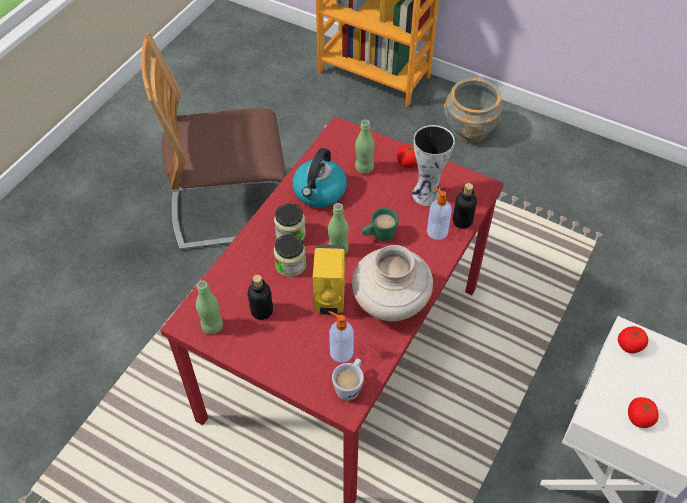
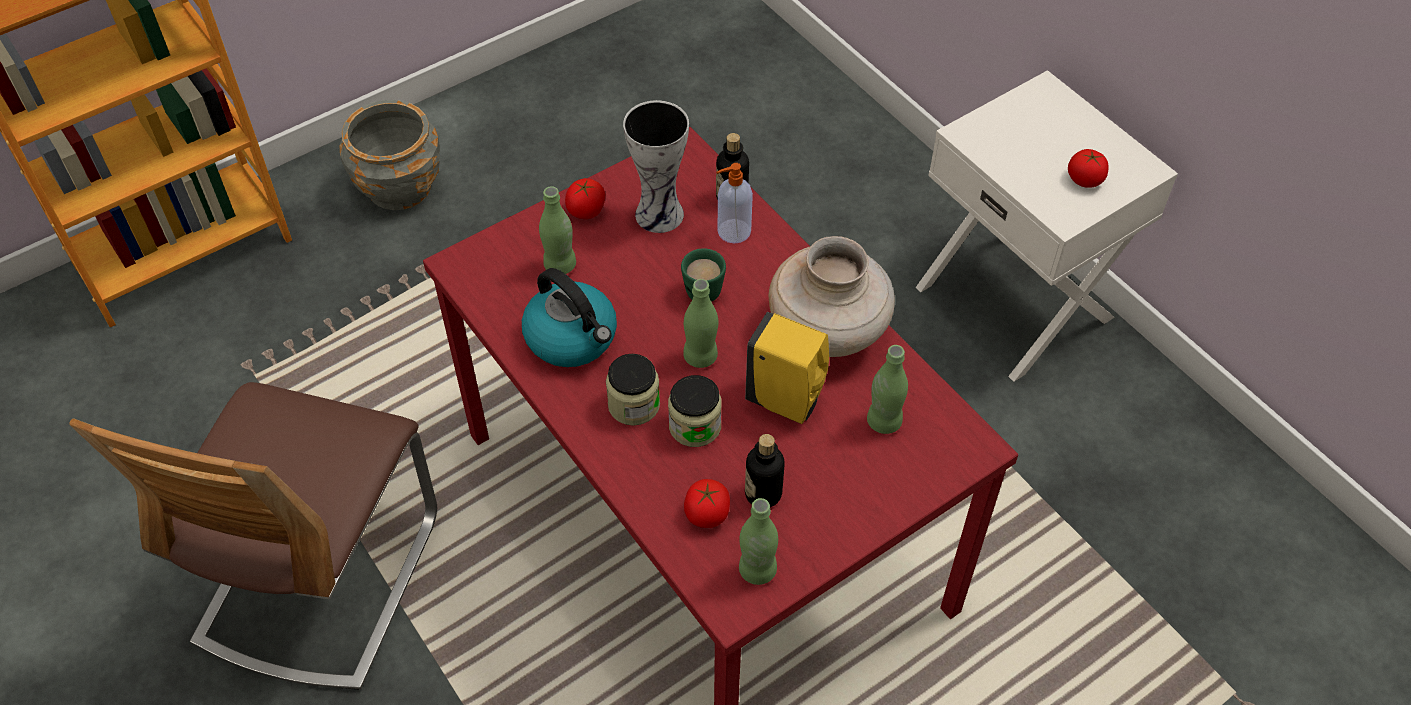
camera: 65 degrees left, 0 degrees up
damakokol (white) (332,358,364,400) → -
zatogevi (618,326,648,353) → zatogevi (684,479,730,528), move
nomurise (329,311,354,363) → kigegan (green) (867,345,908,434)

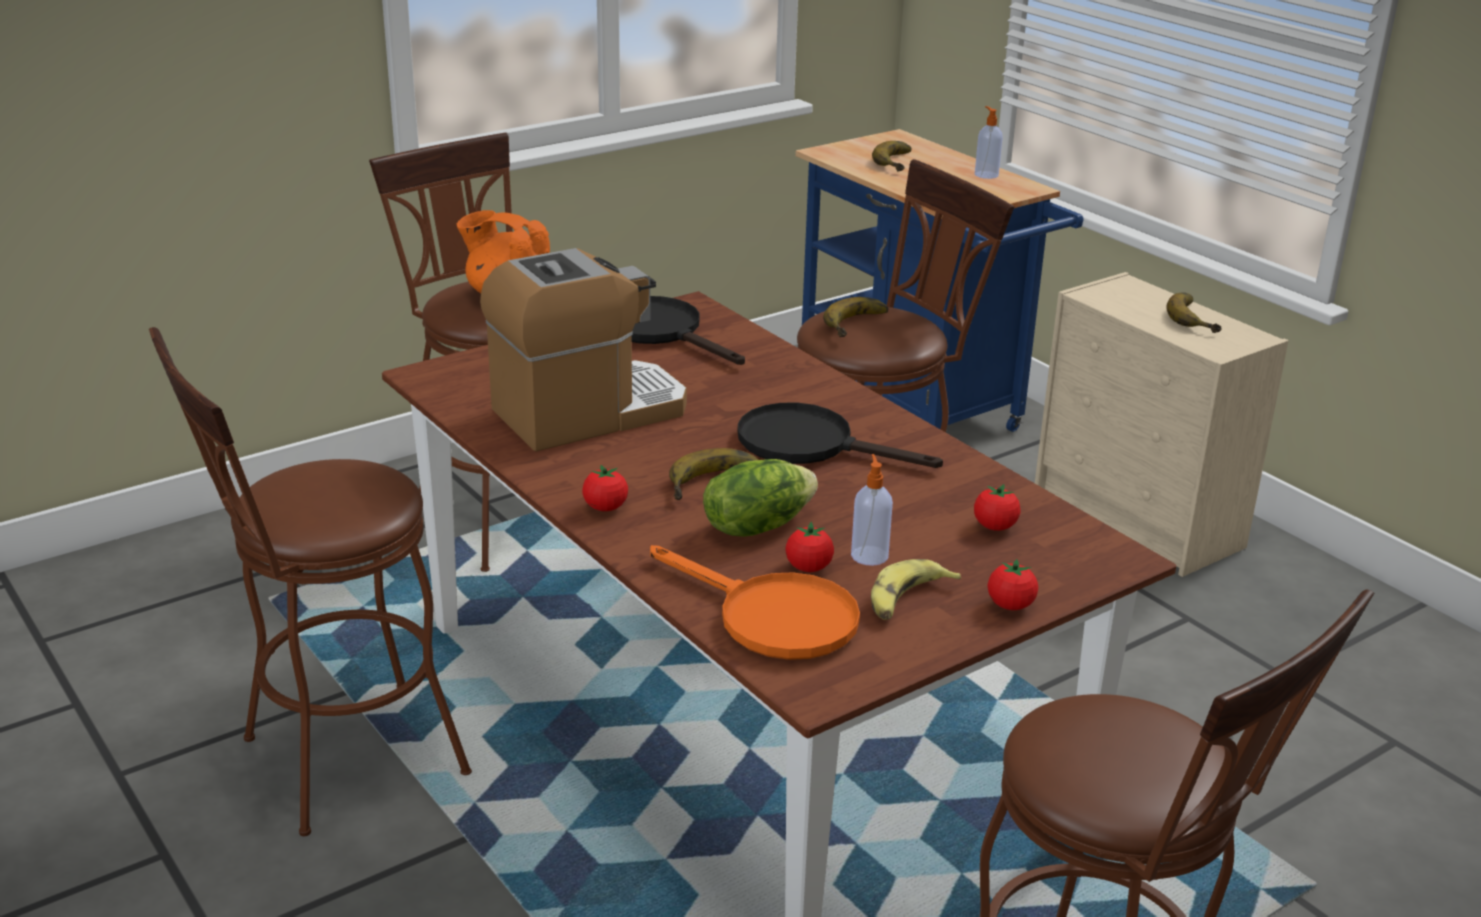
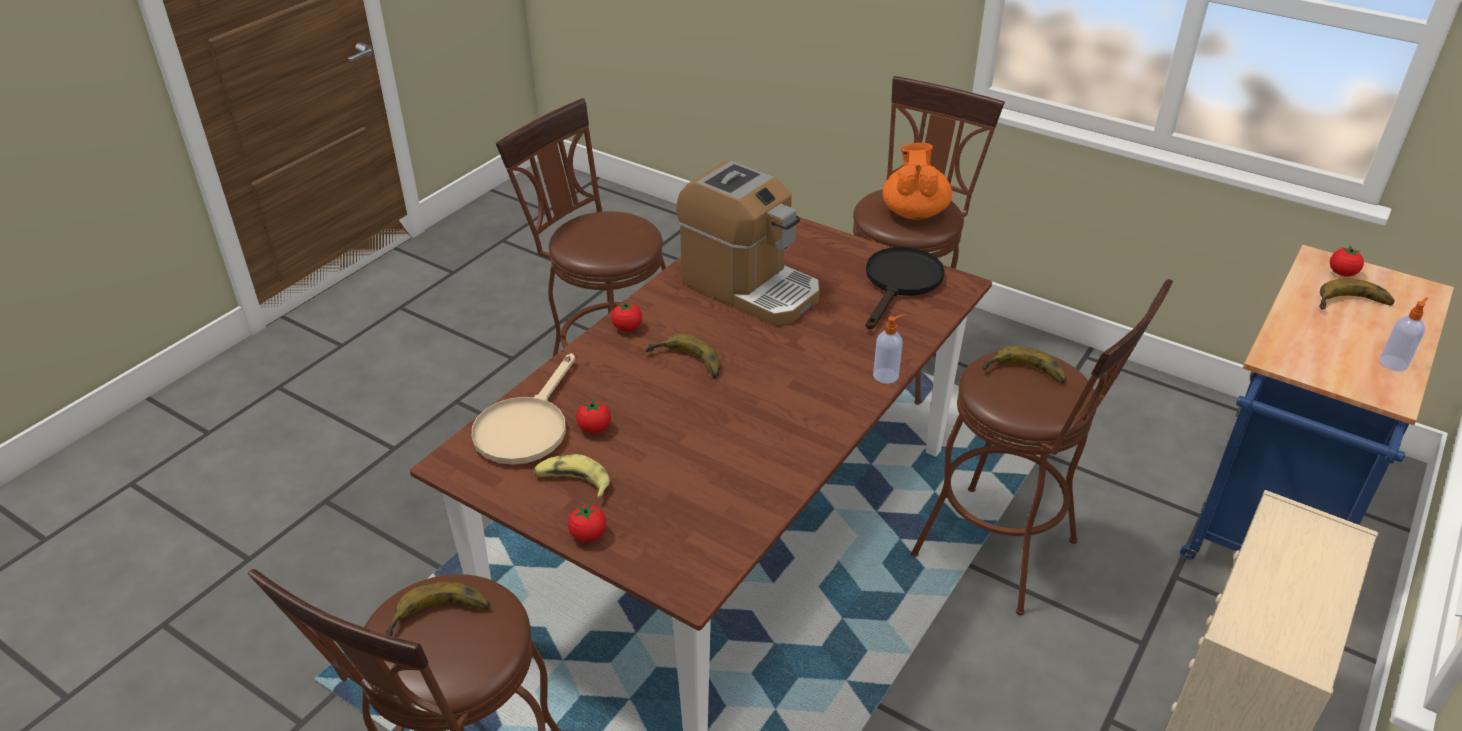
camera: 70 degrees right, 10 degrees up
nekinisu (703,459,818,537) → -
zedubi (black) (738,403,943,468) → -
nomurise (851,454,893,566) → nomurise (873,315,906,384), move
zatogevi (974,484,1020,531) → zatogevi (1330,245,1364,277), move
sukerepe (1166,292,1222,333) → sukerepe (385,581,490,636), move
zedubi (orange) (650,545,860,660) → zedubi (beige) (472,353,575,465)

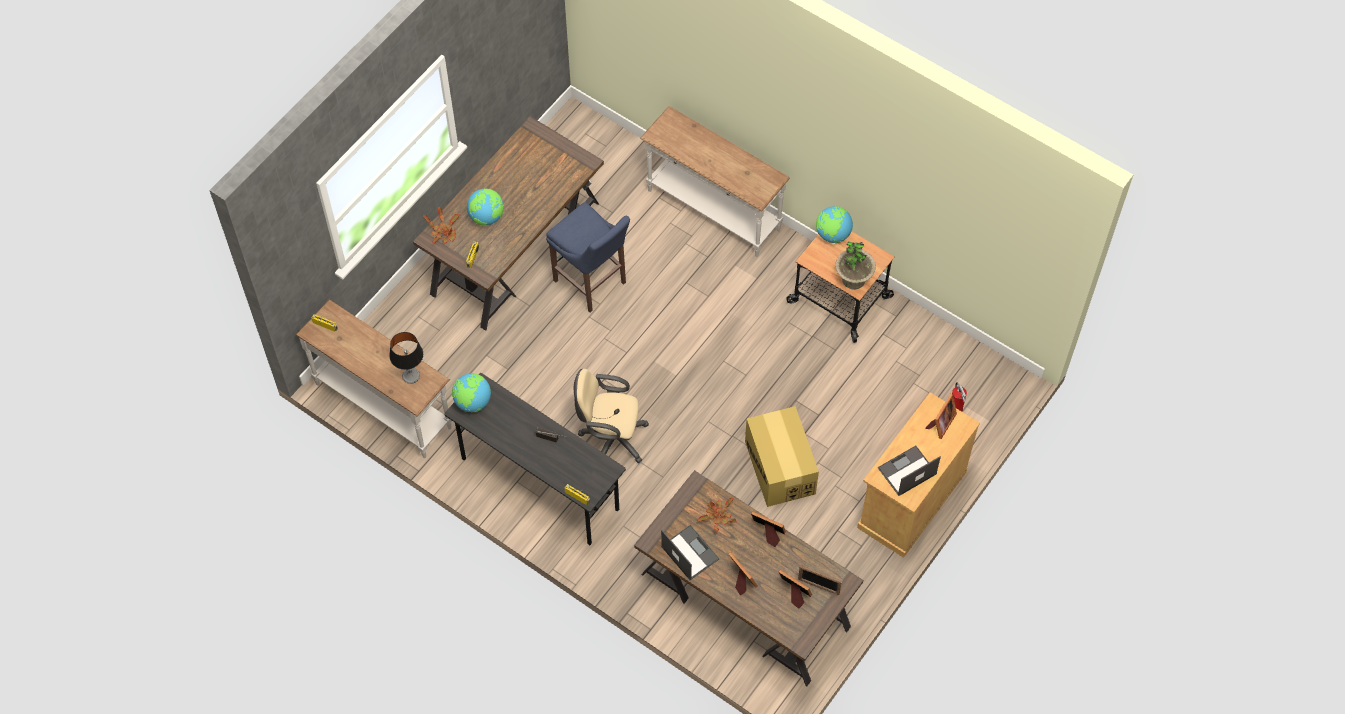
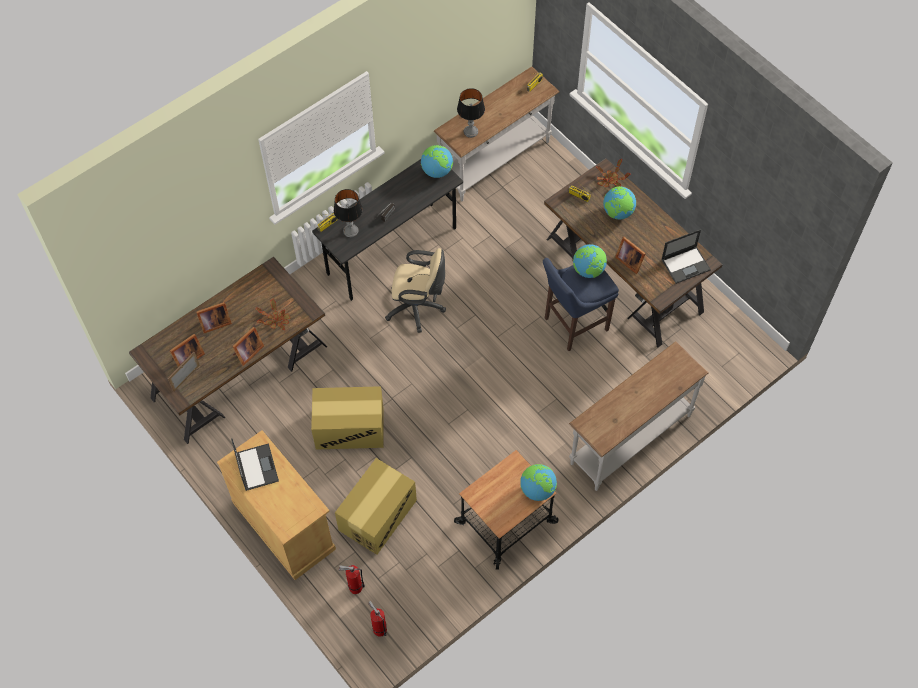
camera: 105 degrees right, 0 degrees up
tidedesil (835,241,876,289) → -
- → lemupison (334,189,363,237)
- → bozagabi (335,458,417,555)
- → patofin (368,601,387,637)
- → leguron (573,244,607,278)
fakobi (661,525,719,580) → fakobi (661,229,711,284), move
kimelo (925,394,957,439) → kimelo (615,237,646,274), move
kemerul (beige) (574,369,649,463) → kemerul (beige) (385,248,446,333), 75 degrees clockwise

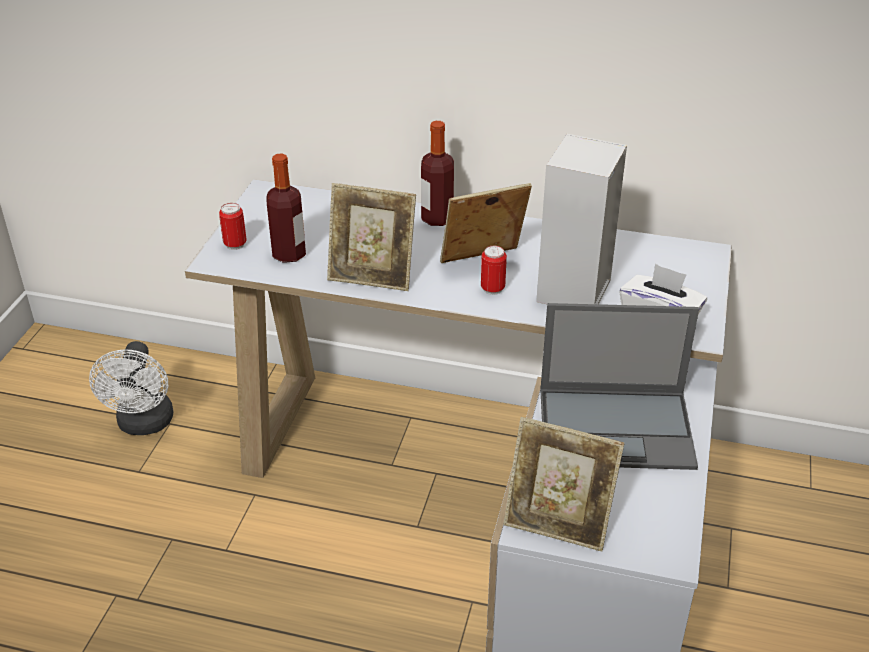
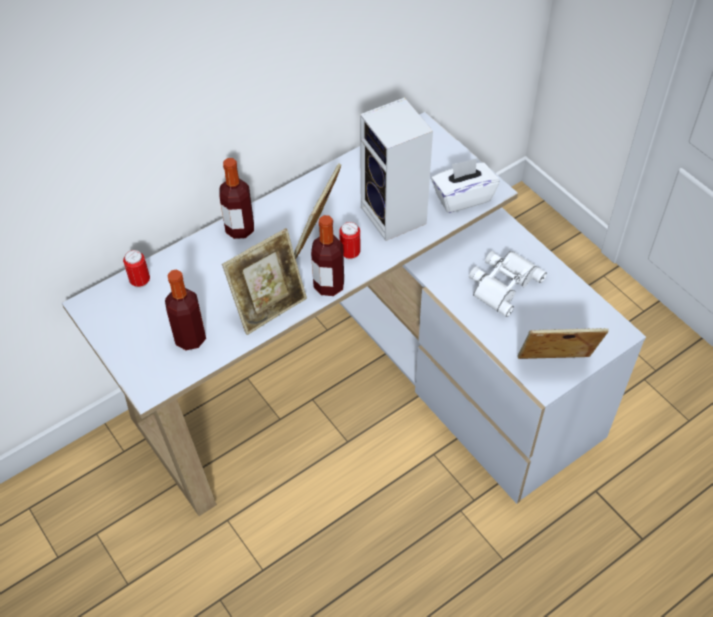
camera: 50 degrees left, 15 degrees up
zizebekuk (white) (89,341,173,435) → -
- → kigegan (311,215,344,296)
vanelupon (219,203,247,250) → vanelupon (123,250,150,288), move
fakobi (540,303,699,470) → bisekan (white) (469,251,547,317)
kimelo (503,417,624,551) → kimelo (517,328,609,359), 150 degrees counterclockwise

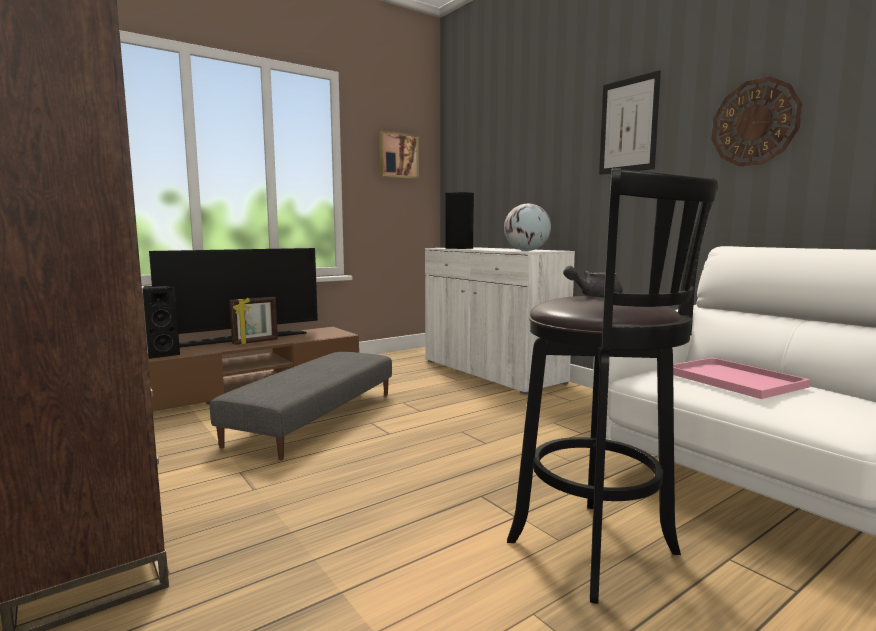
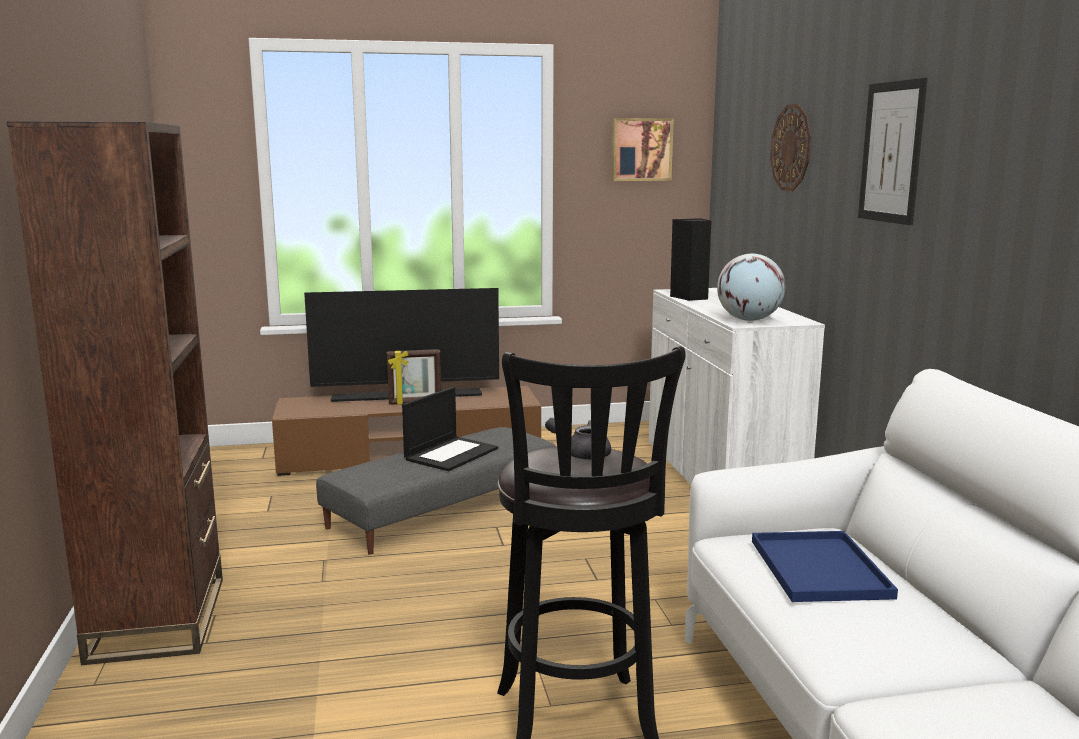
camera: 25 degrees right, 5 degrees up
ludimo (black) (143,285,180,359) → -
- → fakobi (402,387,498,471)
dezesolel (711,76,802,166) → dezesolel (770,104,811,191), move
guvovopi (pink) (673,358,810,399) → guvovopi (blue) (752,531,898,602)

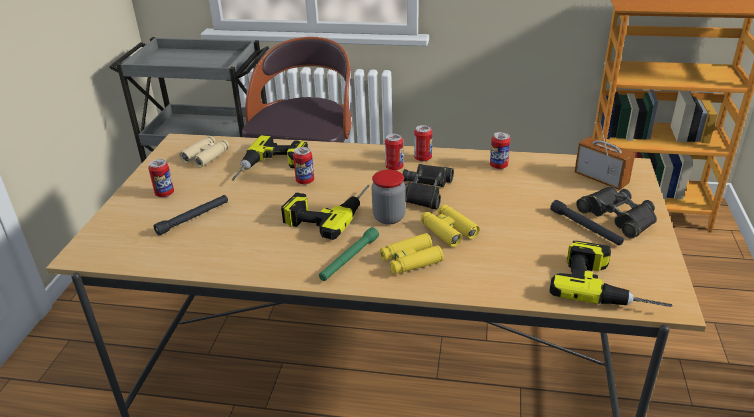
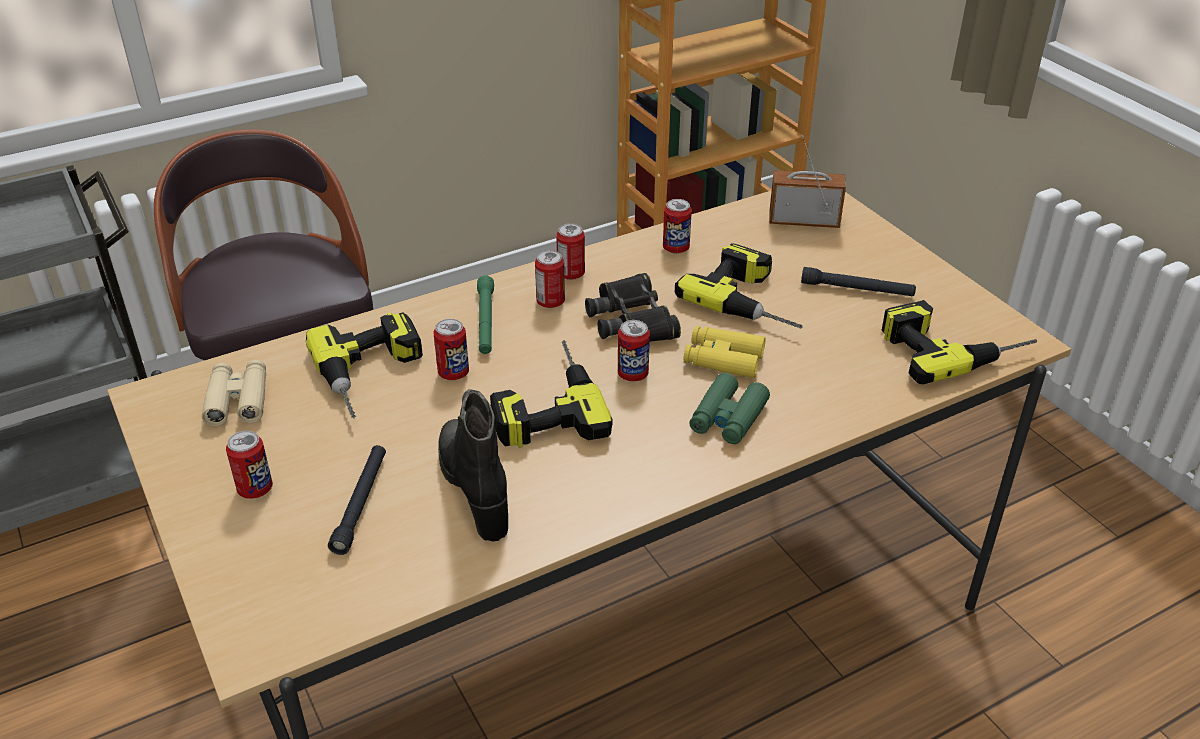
camera: 40 degrees left, 5 degrees up
bisekan (black) (576,187,657,239) → -
- → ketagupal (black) (438,389,508,541)
- → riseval (675,243,802,329)
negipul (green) (319,227,379,281) → negipul (green) (477,276,494,354), move
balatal (371,170,406,225) → vanelupon (618,320,650,382)
bisekan (yellow) (380,233,444,274) → bisekan (green) (689,373,770,444)

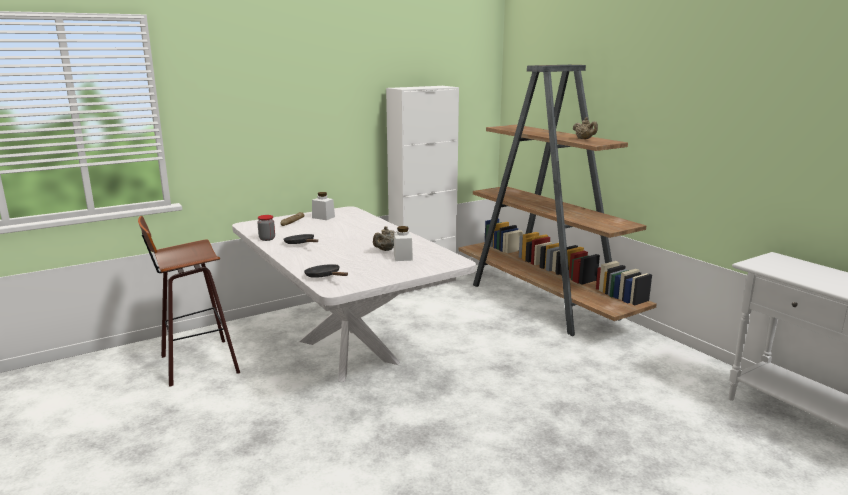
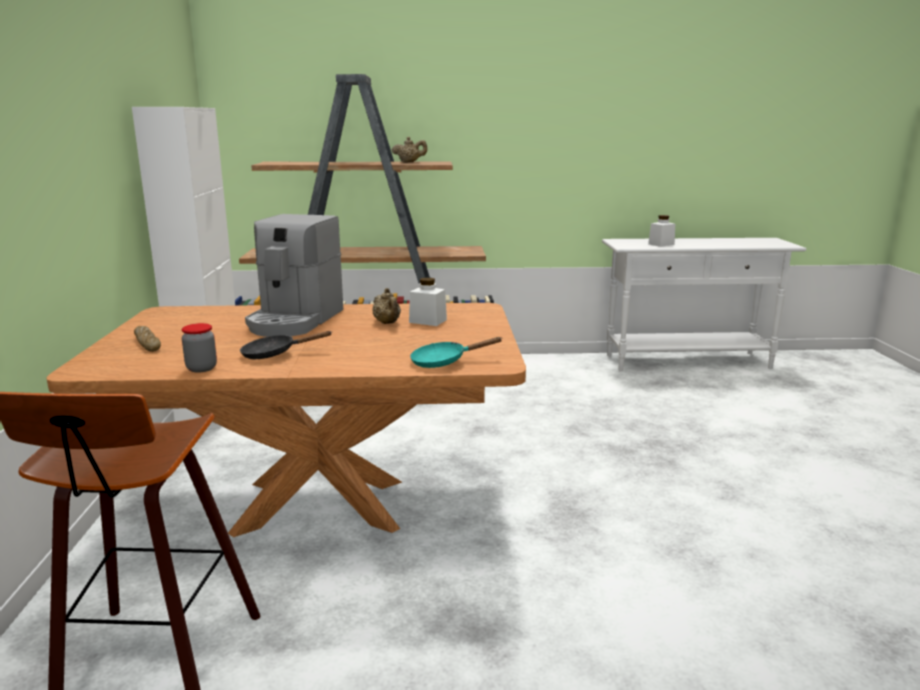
camera: 60 degrees left, 0 degrees up
- → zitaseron (245,214,343,337)
balatal (white) (312,192,335,220) → balatal (white) (648,215,675,247), move
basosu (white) (232,206,476,382) → basosu (brown) (46,303,526,537)
zedubi (black) (304,264,348,278) → zedubi (turquoise) (410,337,503,368)

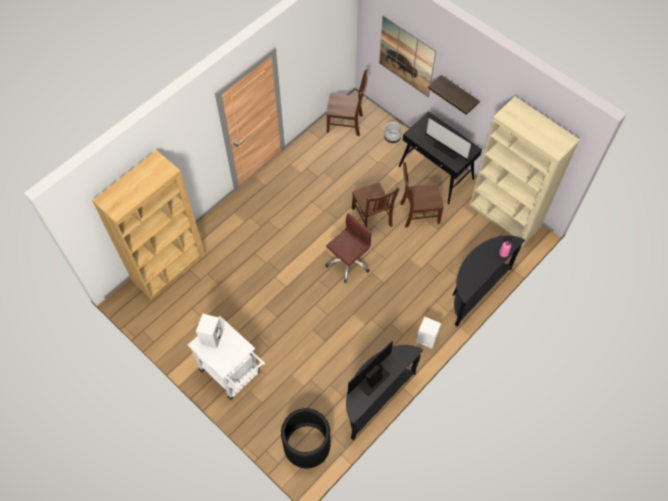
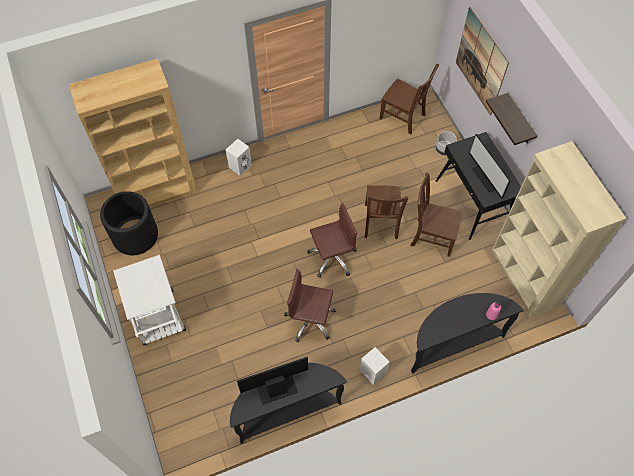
camera: 25 degrees right, 0 degrees up
- → kemerul (brown) (284,269,336,342)
ludimo (white) (196,314,223,348) → ludimo (white) (226,139,252,176), move
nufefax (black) (281,408,330,469) → nufefax (black) (100,191,158,255), move

